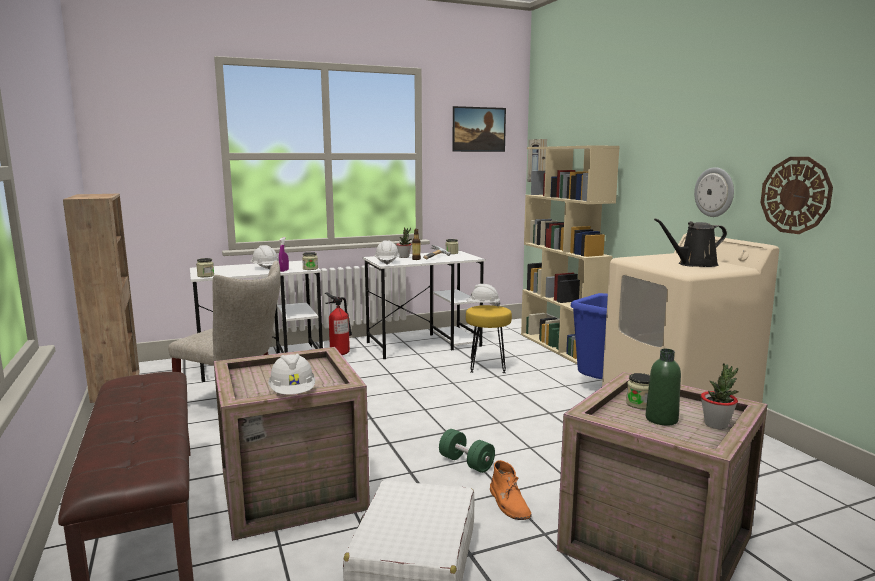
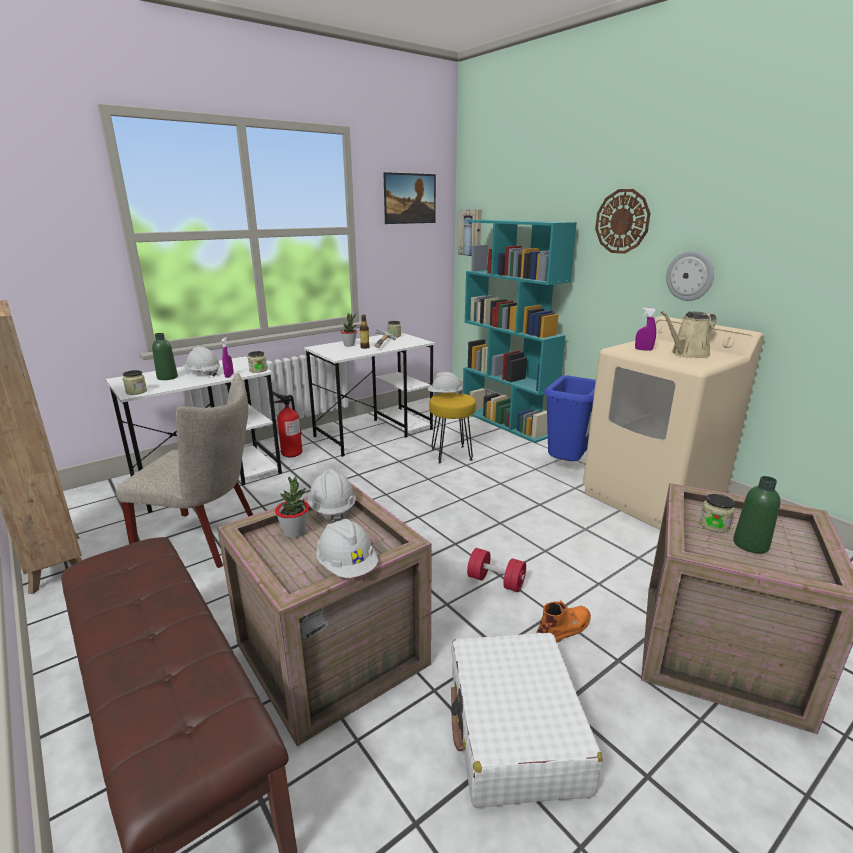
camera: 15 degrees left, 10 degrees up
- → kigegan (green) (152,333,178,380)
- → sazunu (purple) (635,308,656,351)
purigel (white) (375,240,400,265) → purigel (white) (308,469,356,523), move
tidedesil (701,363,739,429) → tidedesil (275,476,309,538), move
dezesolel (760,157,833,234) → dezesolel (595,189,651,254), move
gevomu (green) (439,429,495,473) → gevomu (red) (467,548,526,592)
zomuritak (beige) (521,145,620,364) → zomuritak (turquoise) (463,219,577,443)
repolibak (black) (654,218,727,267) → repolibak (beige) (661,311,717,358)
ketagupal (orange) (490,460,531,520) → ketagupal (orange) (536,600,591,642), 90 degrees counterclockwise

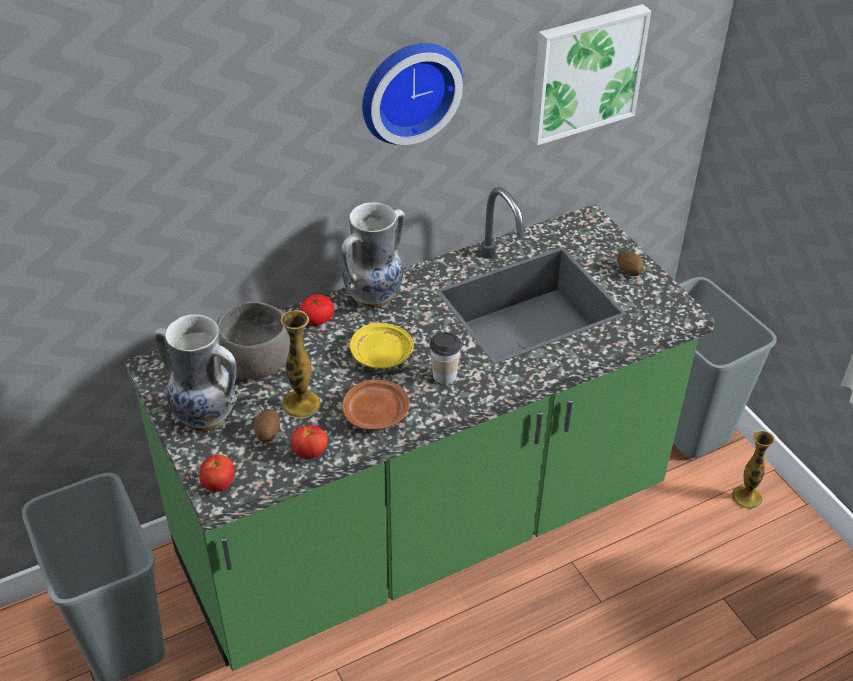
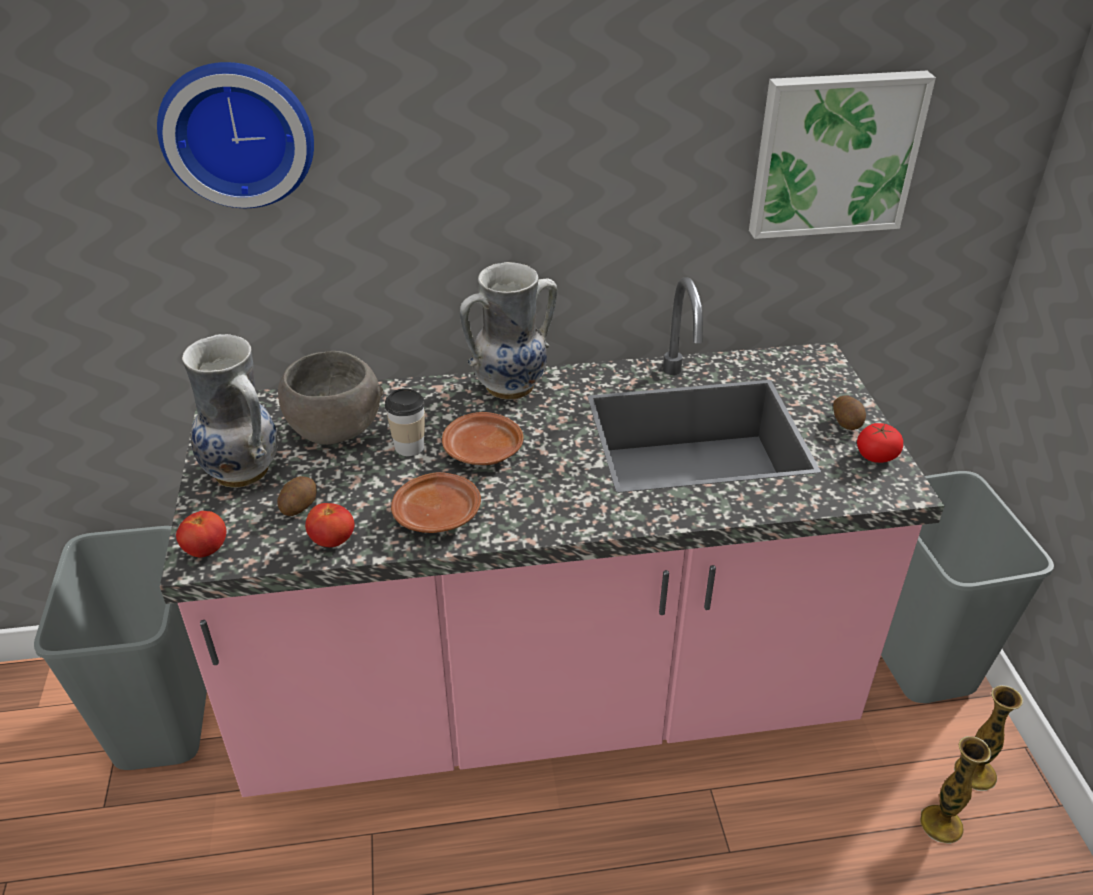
camera: 20 degrees right, 5 degrees down
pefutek (281,310,321,418) → pefutek (920,736,991,844), move
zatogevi (300,294,334,325) → zatogevi (857,423,903,463), move
dezesolel (362,43,463,145) → dezesolel (157,62,314,208), move
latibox (430,332,461,384) → latibox (385,388,425,456), move
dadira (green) (125,187,715,671) → dadira (pink) (160,277,944,797)
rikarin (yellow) (350,323,414,369) → rikarin (brown) (442,412,523,465)

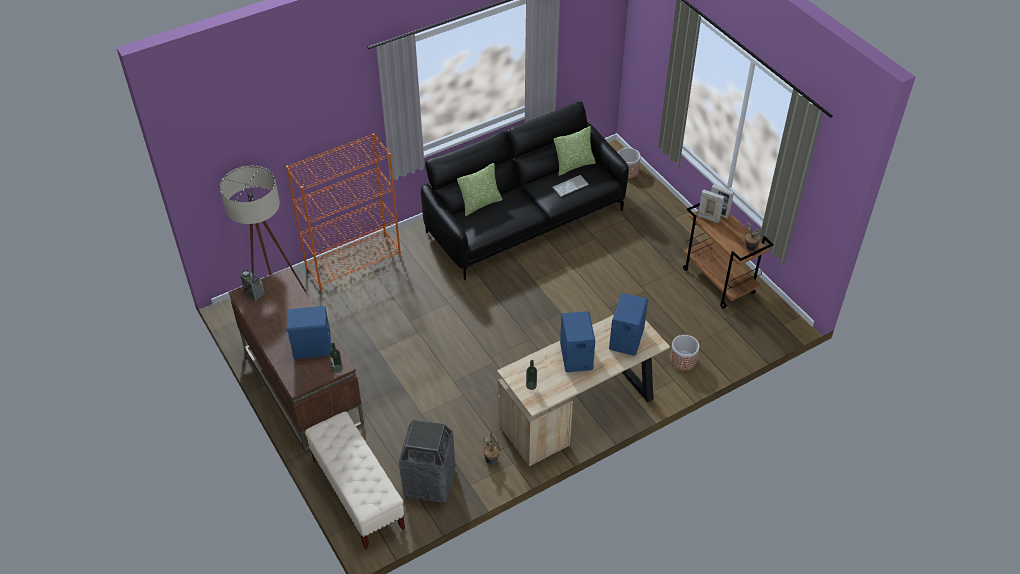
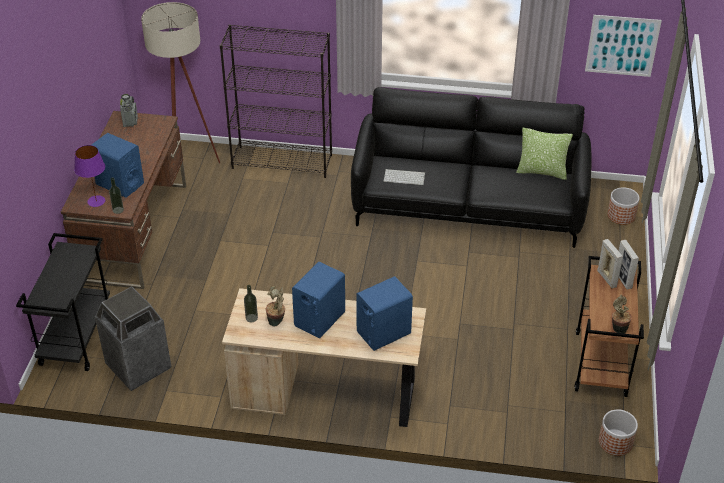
camera: 40 degrees right, 5 degrees down
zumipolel (457,163,502,216) → -
- → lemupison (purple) (74,145,105,207)
- → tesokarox (585,15,662,77)
tidedesil (483,433,503,465) → tidedesil (266,286,285,327), move
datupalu (552,175,589,197) → datupalu (384,169,425,185), move
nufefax (670,335,699,371) → nufefax (599,409,638,456), move
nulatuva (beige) (305,412,405,549) → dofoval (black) (16,233,110,371)
zomuritak (orange) (286,133,401,290) → zomuritak (black) (220,24,332,178)

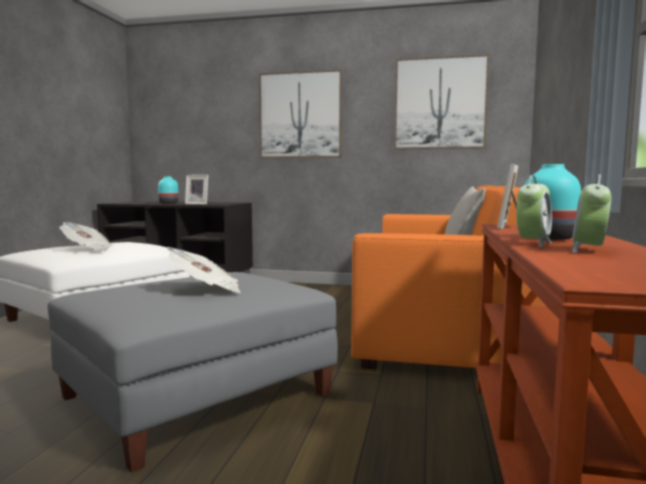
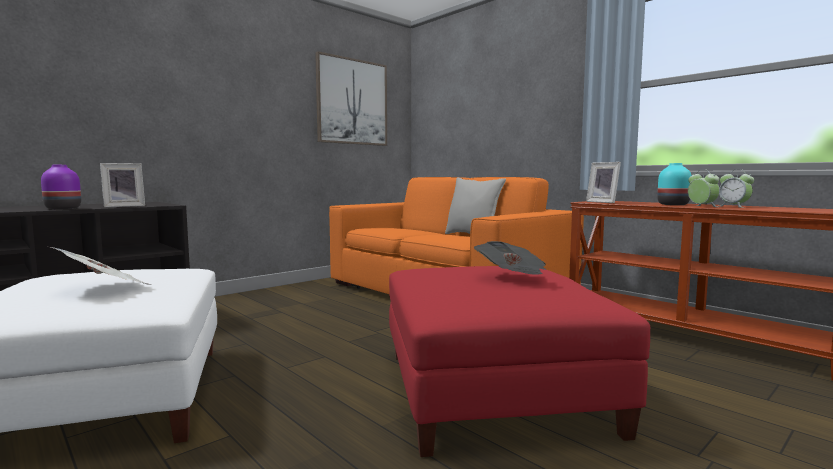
camera: 55 degrees left, 0 degrees up
tesokarox (259,69,342,158) → -
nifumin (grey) (48,272,338,473) → nifumin (red) (389,266,650,457)
pefutek (turquoise) (158,176,179,204) → pefutek (purple) (41,165,81,209)

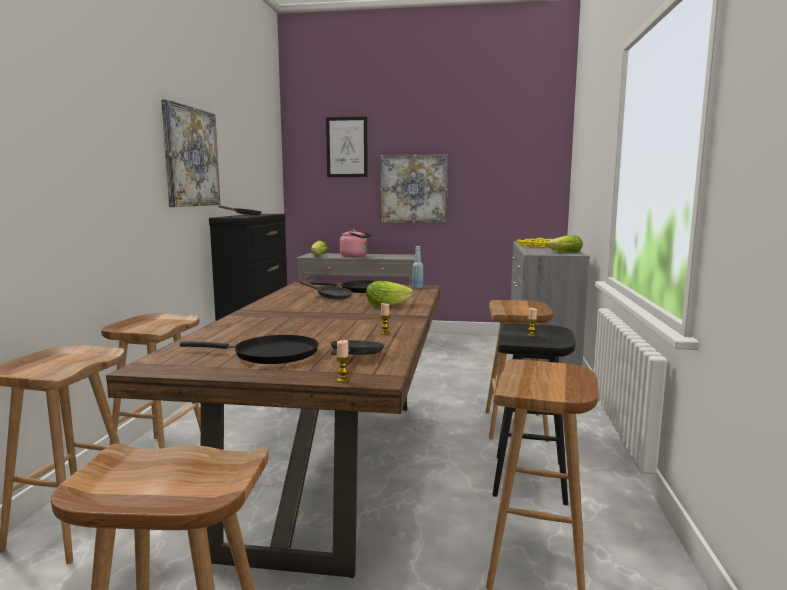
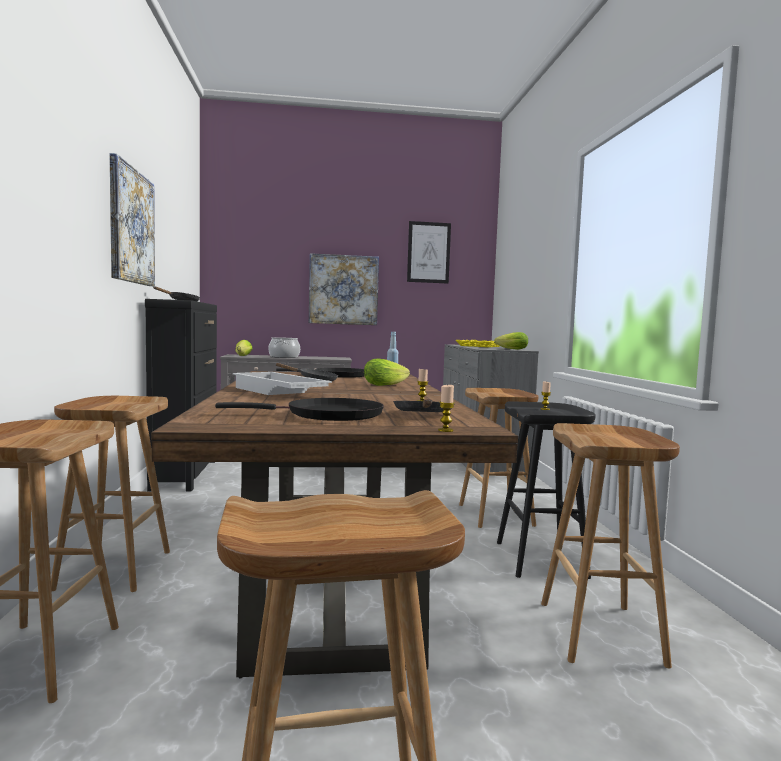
camera: 15 degrees left, 5 degrees down
- → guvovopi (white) (233,372,332,395)
tesokarox (326,117,368,177) → tesokarox (407,221,451,283), move
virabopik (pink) (340,230,371,257) → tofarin (268,337,300,358)

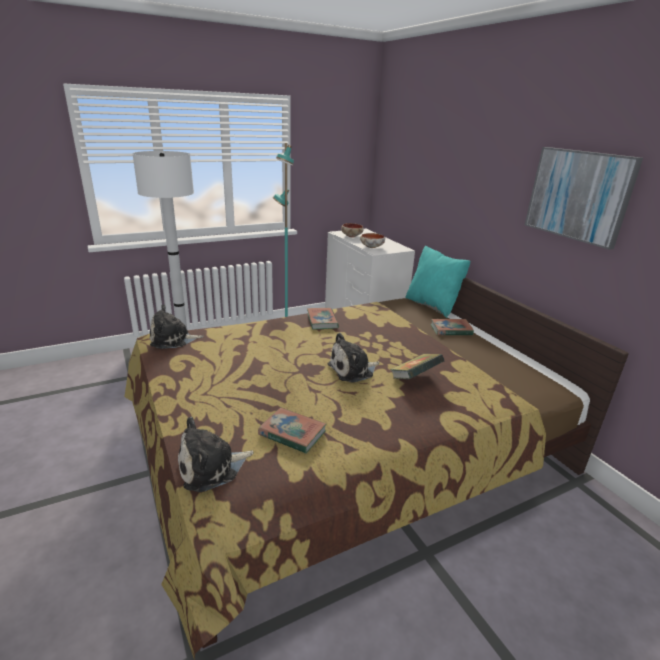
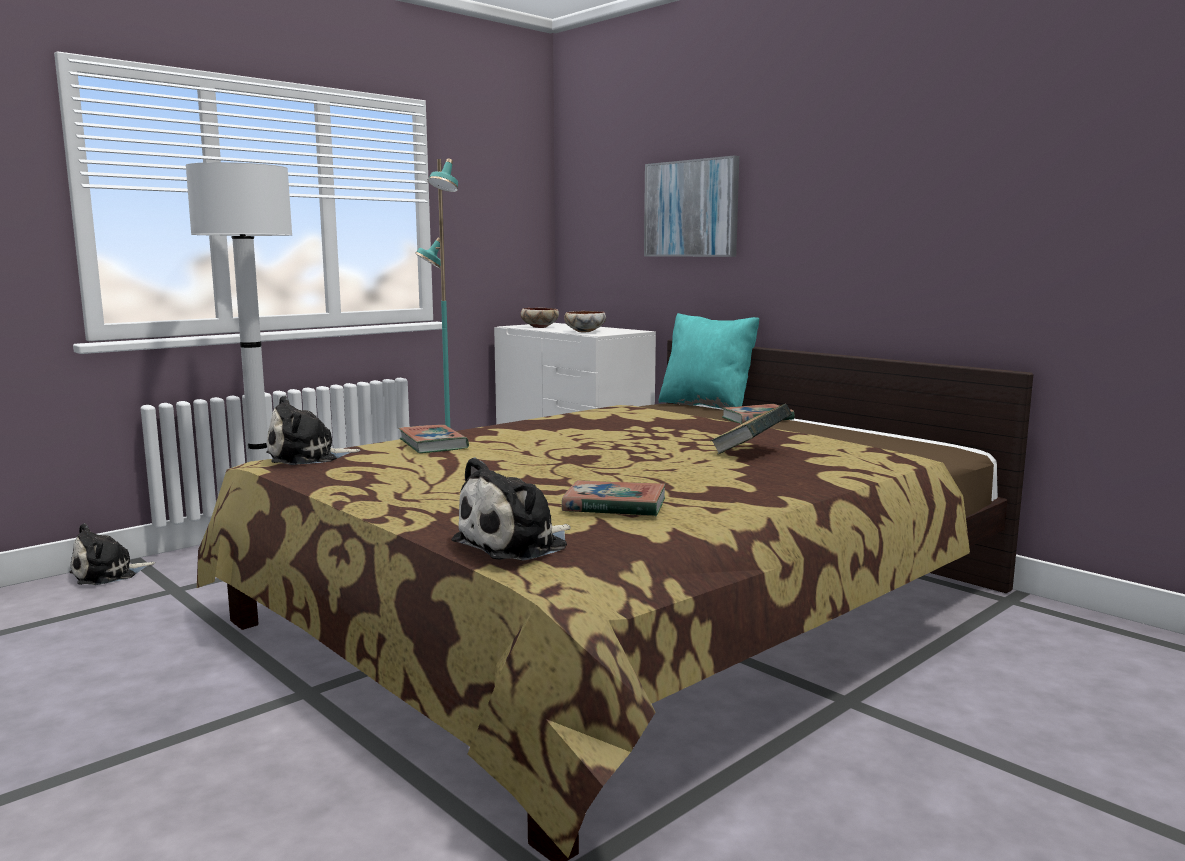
camera: 15 degrees left, 15 degrees down
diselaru (307,308,339,329) → diselaru (398,425,469,453), move
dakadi (328,333,379,383) → dakadi (70,523,155,585), move
tesokarox (525,147,643,250) → tesokarox (644,156,739,257), move

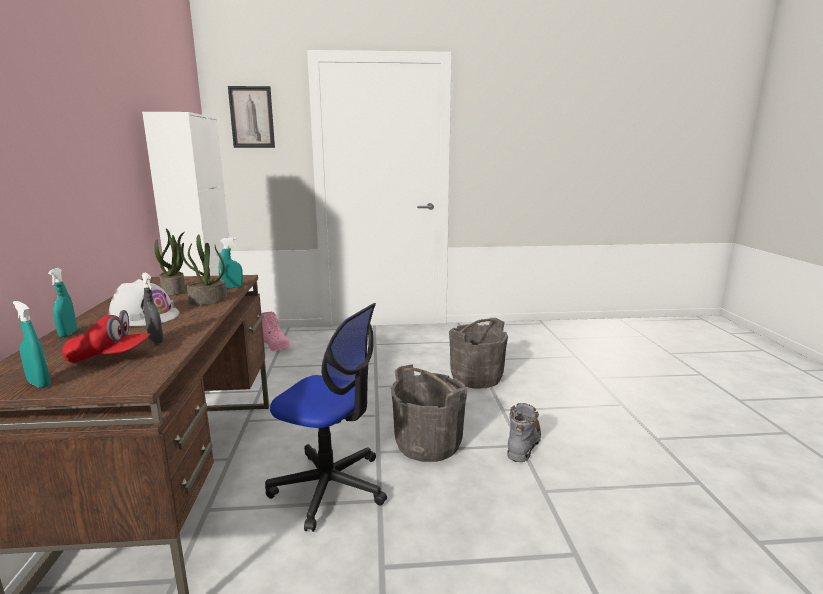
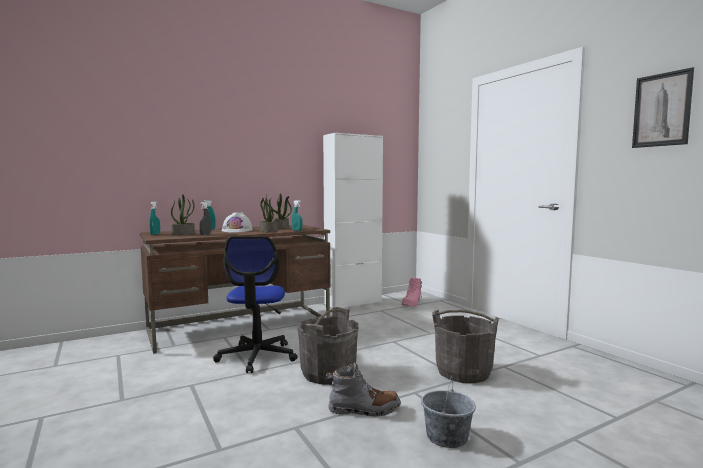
camera: 65 degrees right, 10 degrees down
- → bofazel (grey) (421,375,476,448)
tesokarox (228,86,275,148) → tesokarox (632,67,694,148), move
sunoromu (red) (62,310,151,363) → tidedesil (171,194,195,235)

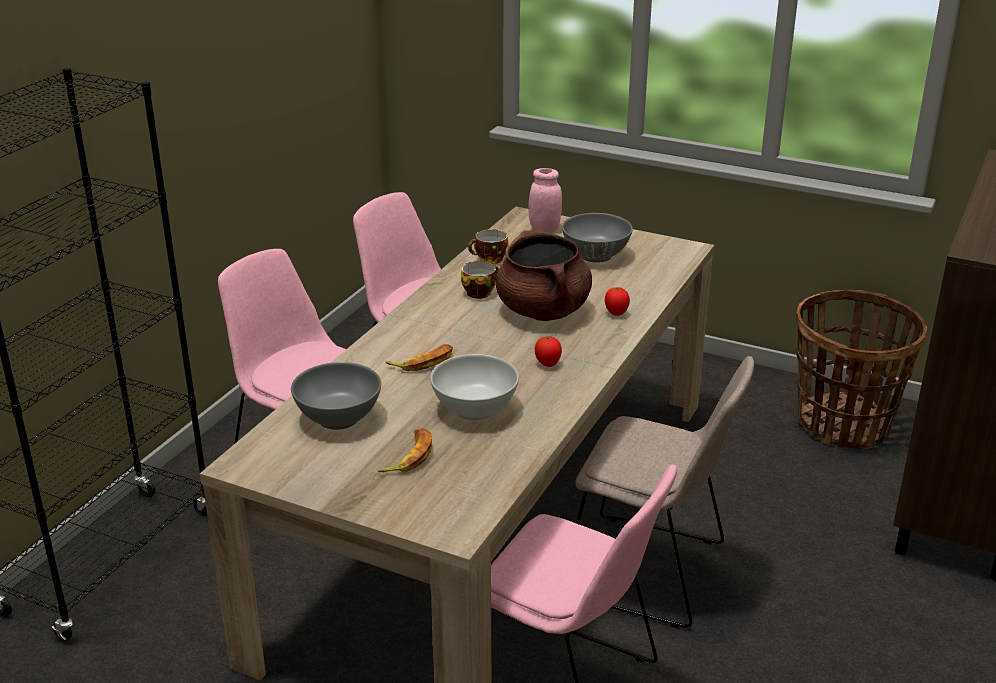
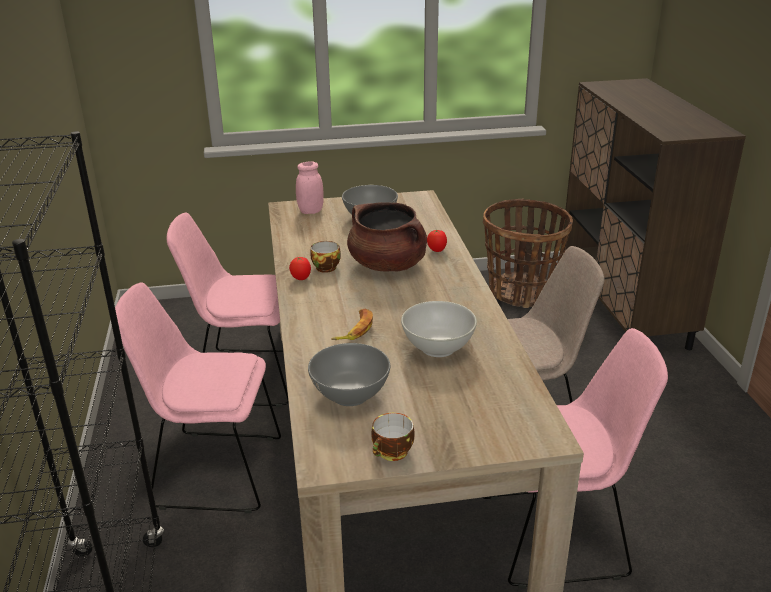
camera: 35 degrees left, 0 degrees up
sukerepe (378,428,432,472) → -
latibox (468,229,508,264) → latibox (371,413,415,461), move
zatogevi (535,336,562,367) → zatogevi (289,257,311,280), move

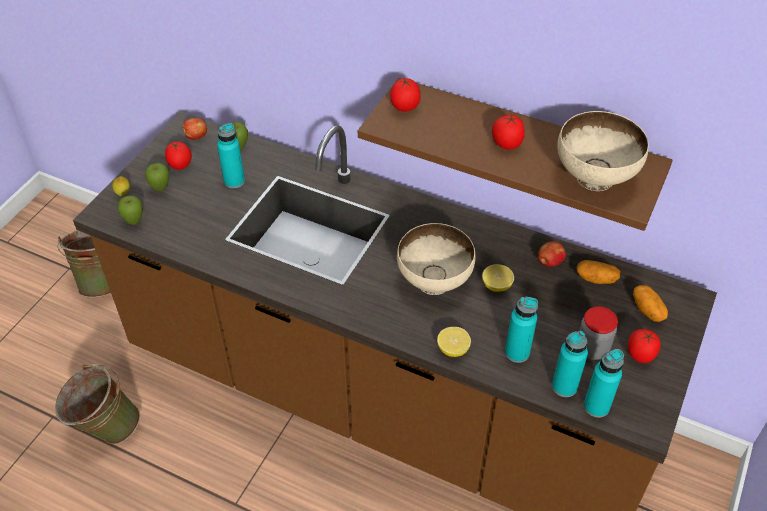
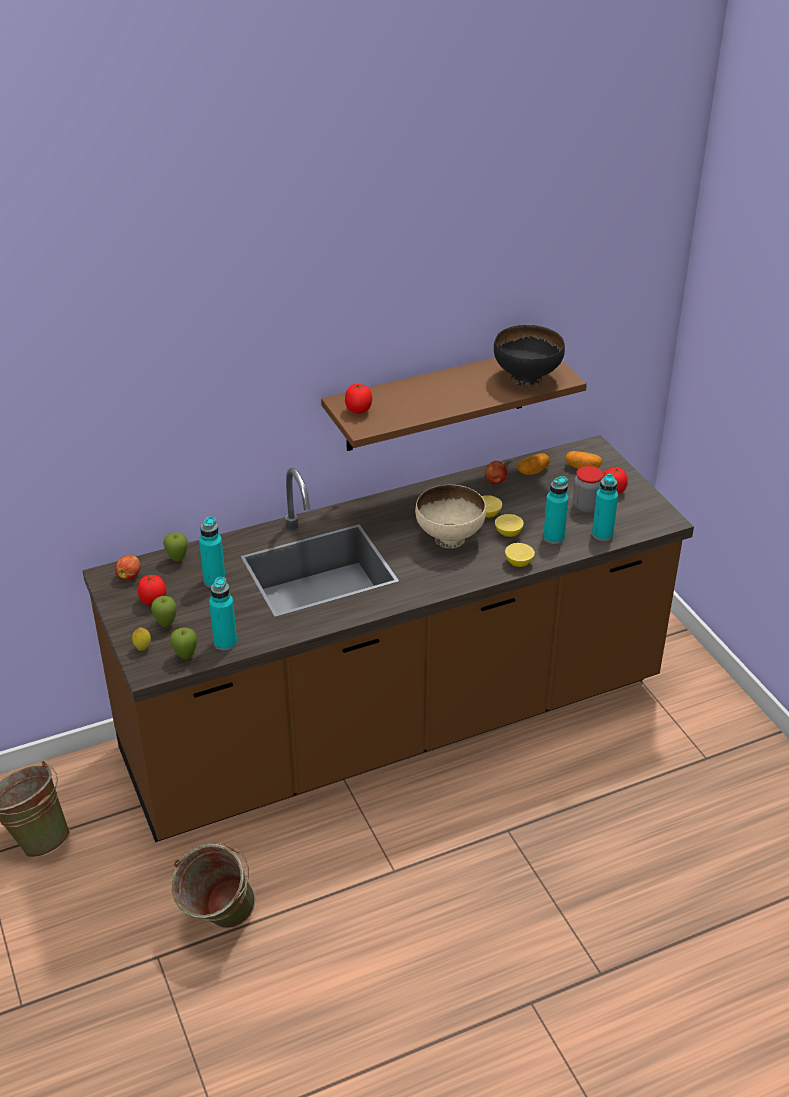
camera: 50 degrees left, 10 degrees down
zatogevi (492,114,525,150) → -
- → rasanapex (495,514,524,537)
kigegan (turquoise) (584,349,624,418) → kigegan (turquoise) (209,577,237,651), move
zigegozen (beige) (557,111,649,191) → zigegozen (black) (494,325,565,386)

